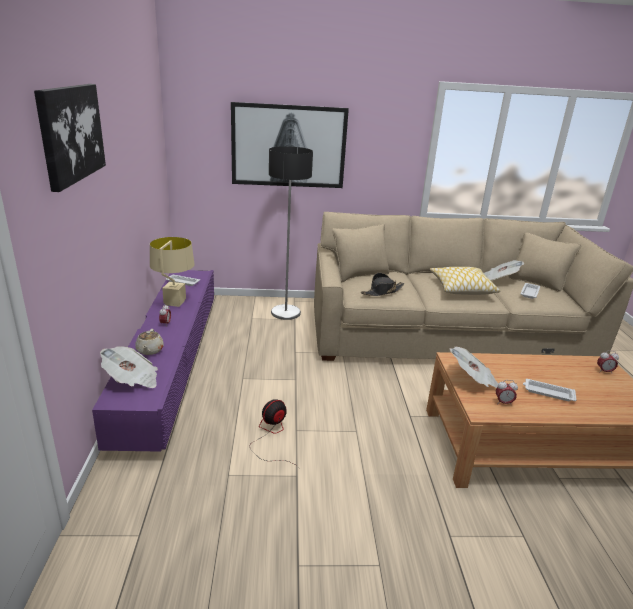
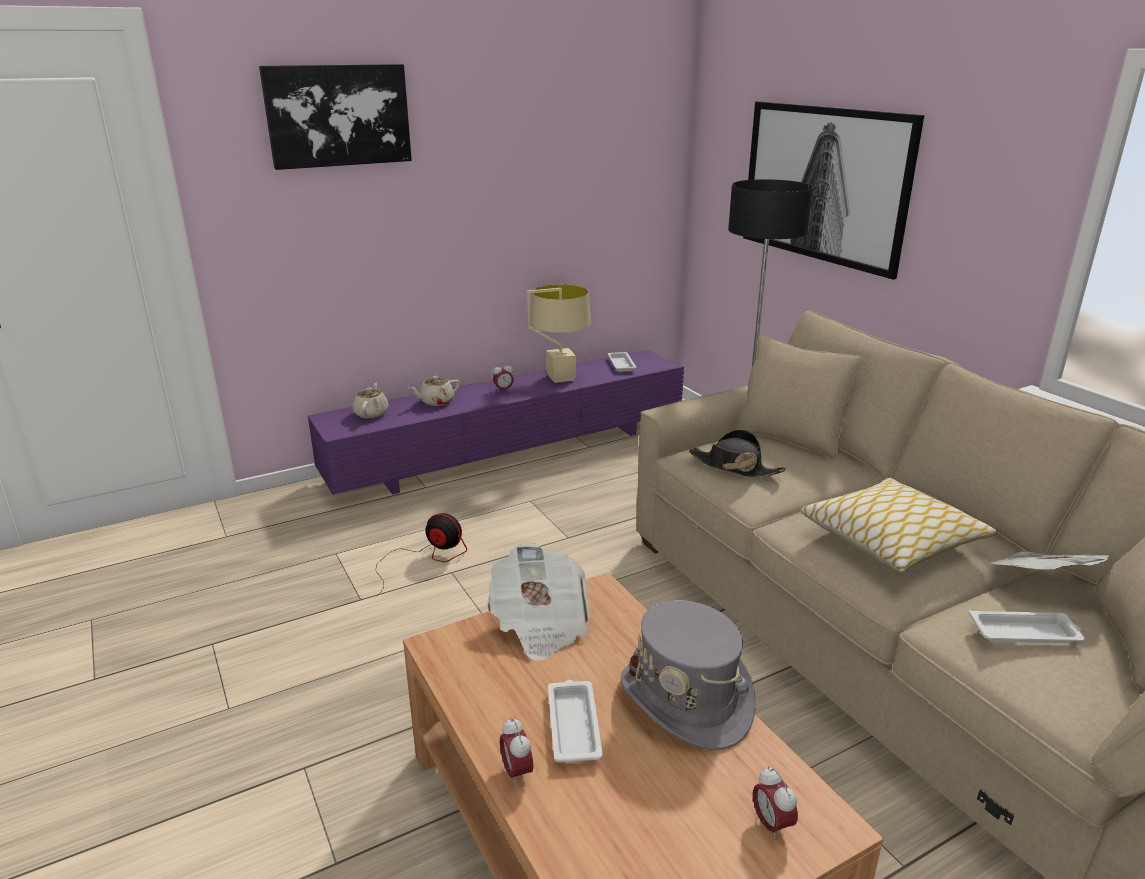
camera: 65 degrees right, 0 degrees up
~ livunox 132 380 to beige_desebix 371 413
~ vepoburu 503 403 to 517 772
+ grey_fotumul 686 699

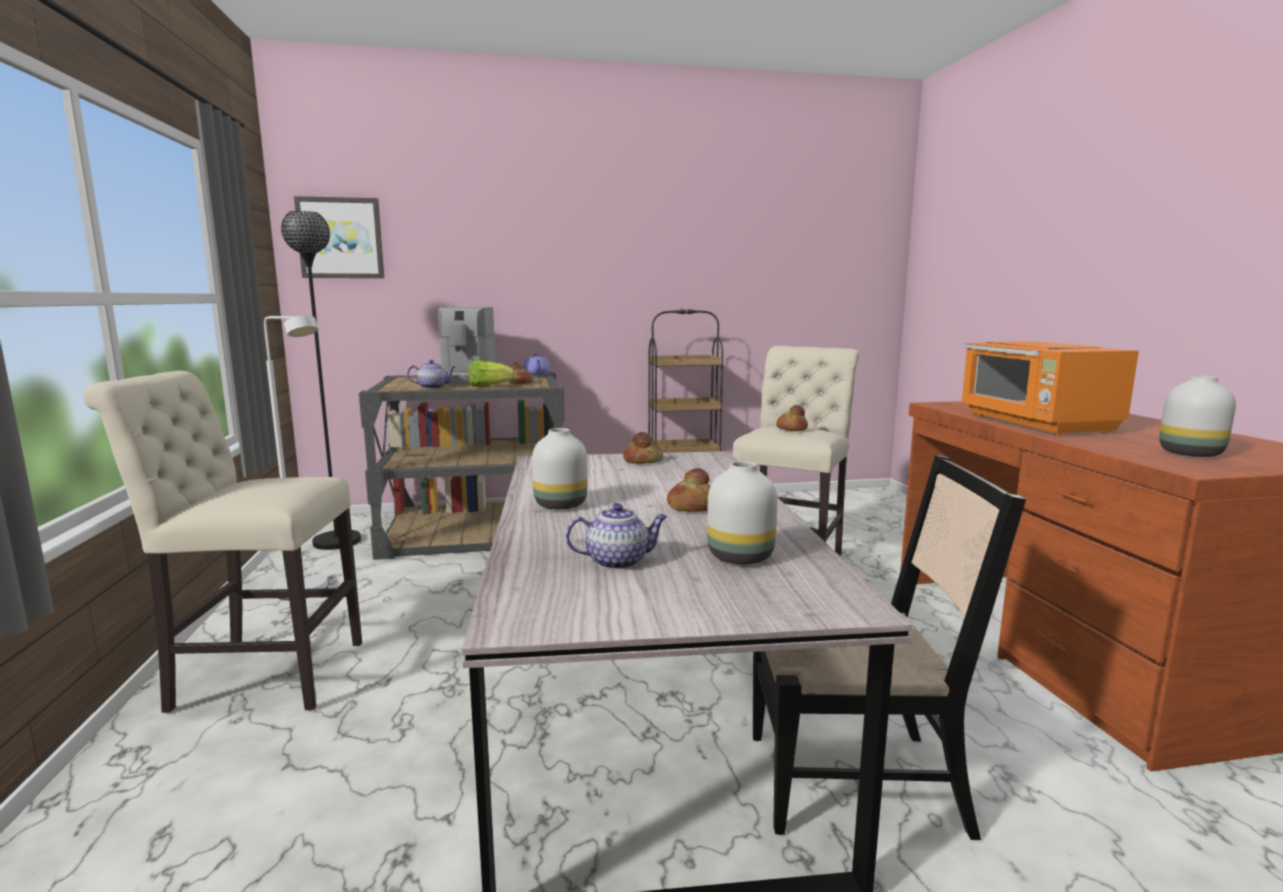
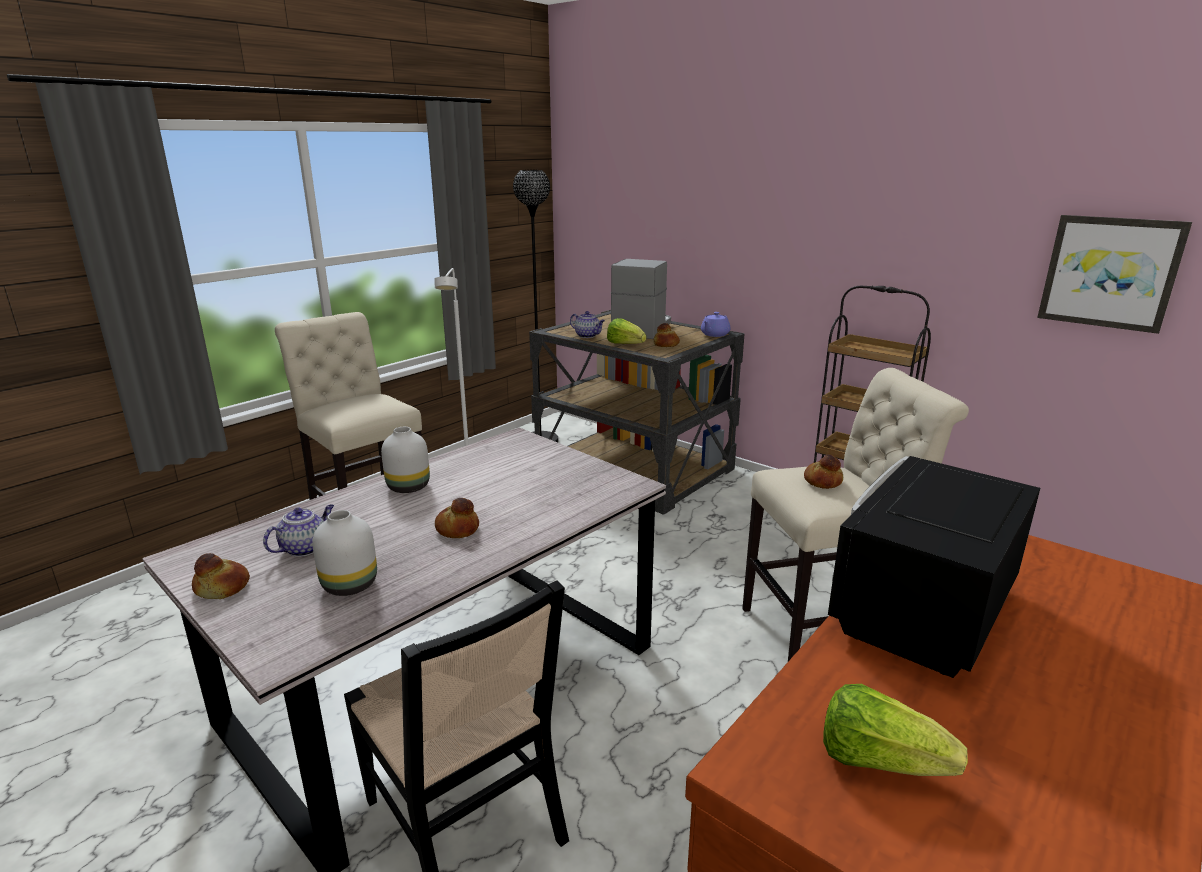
camera: 50 degrees right, 10 degrees up
~ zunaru 340 238 to 1110 272
~ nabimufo 466 379 = 642 329 150 degrees clockwise
~ desebix 618 561 = 305 548 90 degrees counterclockwise
~ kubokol 642 460 to 222 587
~ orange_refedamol 1036 424 to black_refedamol 920 611
~ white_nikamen 1188 453 to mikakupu 878 761

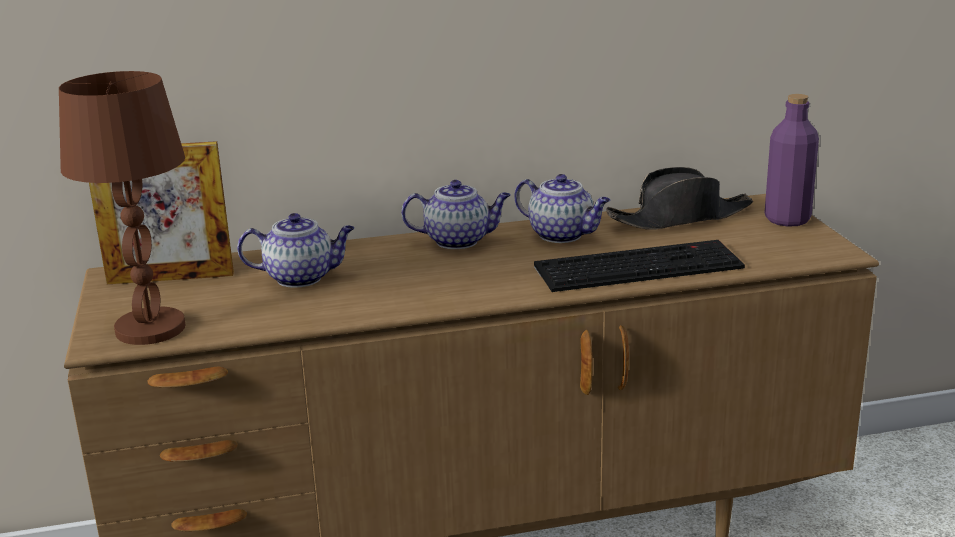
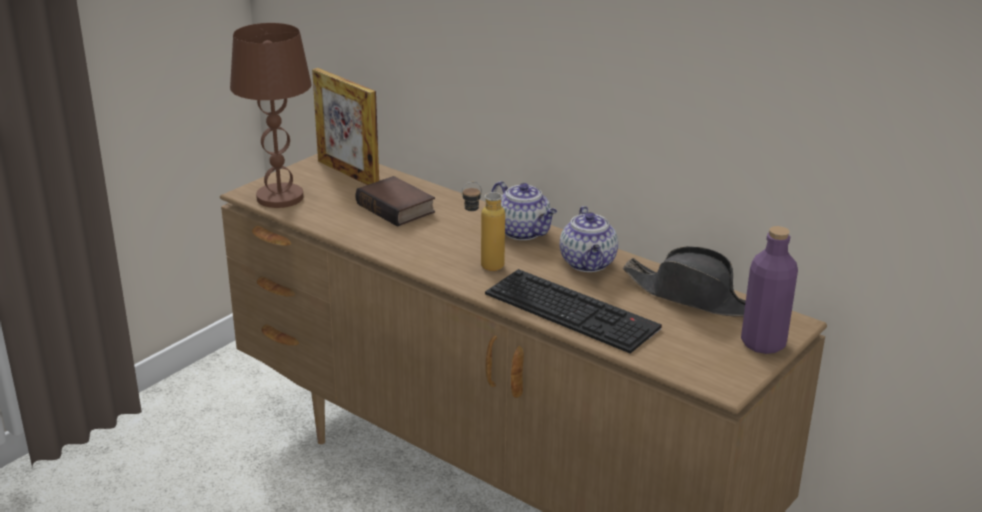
camera: 50 degrees right, 5 degrees up
~ desebix 301 277 to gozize 398 208
+ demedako 482 267

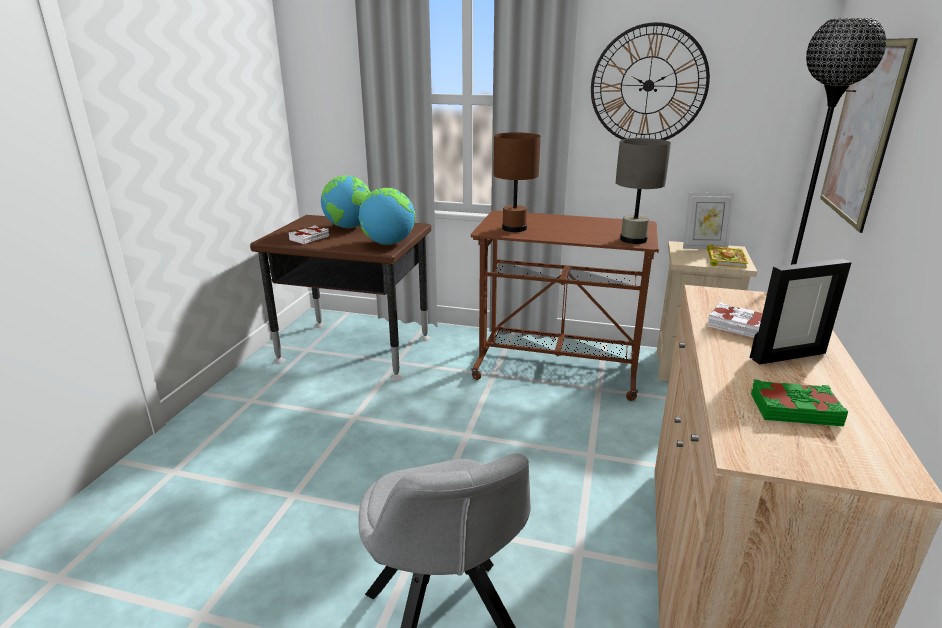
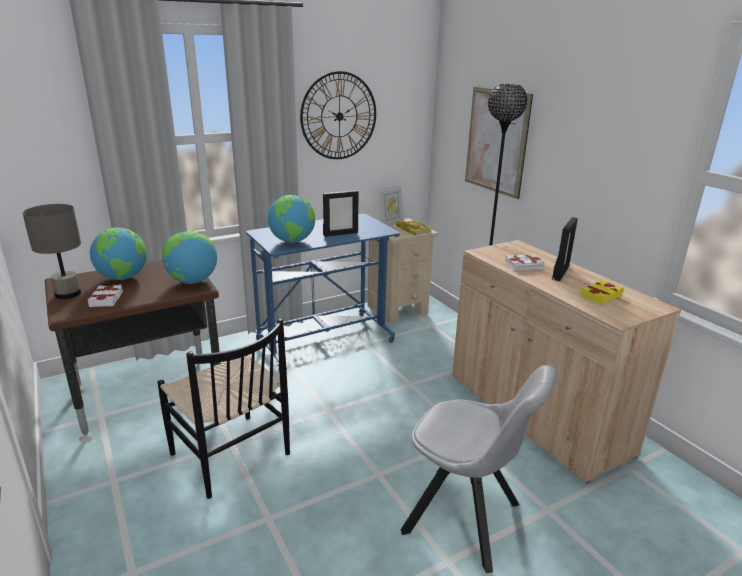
camera: 45 degrees left, 0 degrees up
~ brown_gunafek 557 368 to blue_gunafek 325 341
~ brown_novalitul 514 228 to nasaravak 292 241
~ grey_novalitul 632 239 to 67 294
~ green_gozize 794 409 to yellow_gozize 600 295
+ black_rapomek 232 457
+ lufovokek 340 233

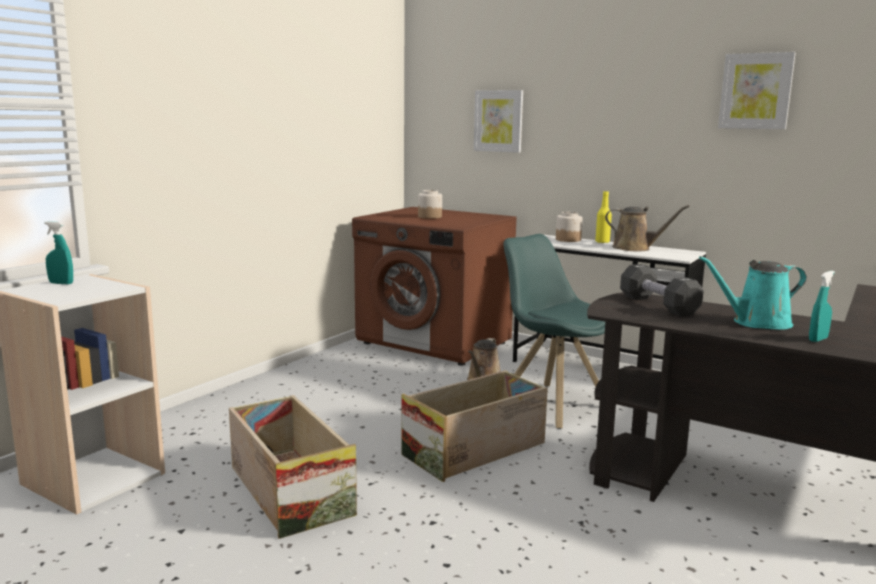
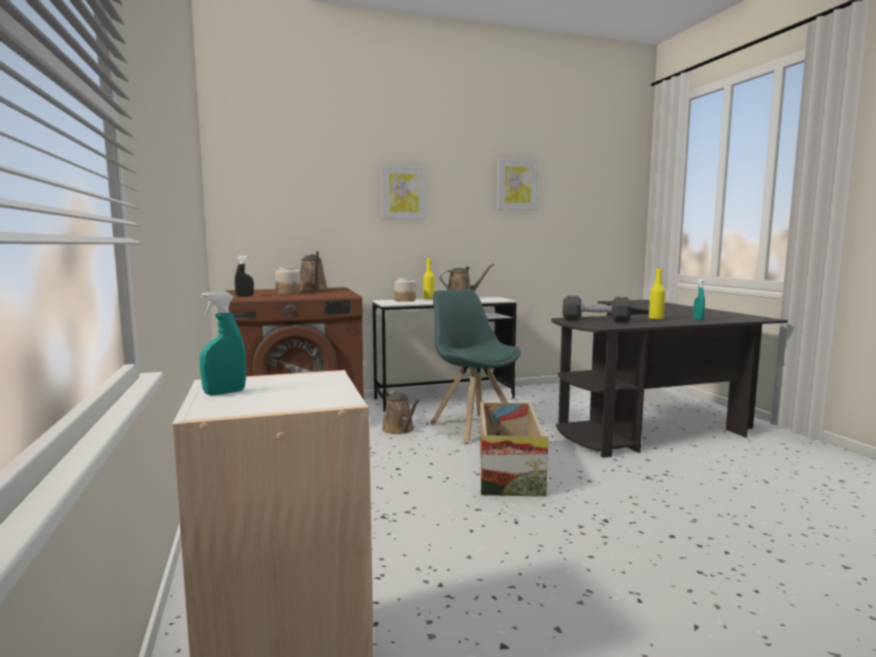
camera: 50 degrees left, 5 degrees down
- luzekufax 288 490
~ zunaru 498 121 to 403 193
~ turquoise_rapomek 552 404 = 473 427 60 degrees clockwise
~ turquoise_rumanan 757 323 to yellow_demedako 656 319
+ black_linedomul 244 296
+ brown_rumanan 313 290

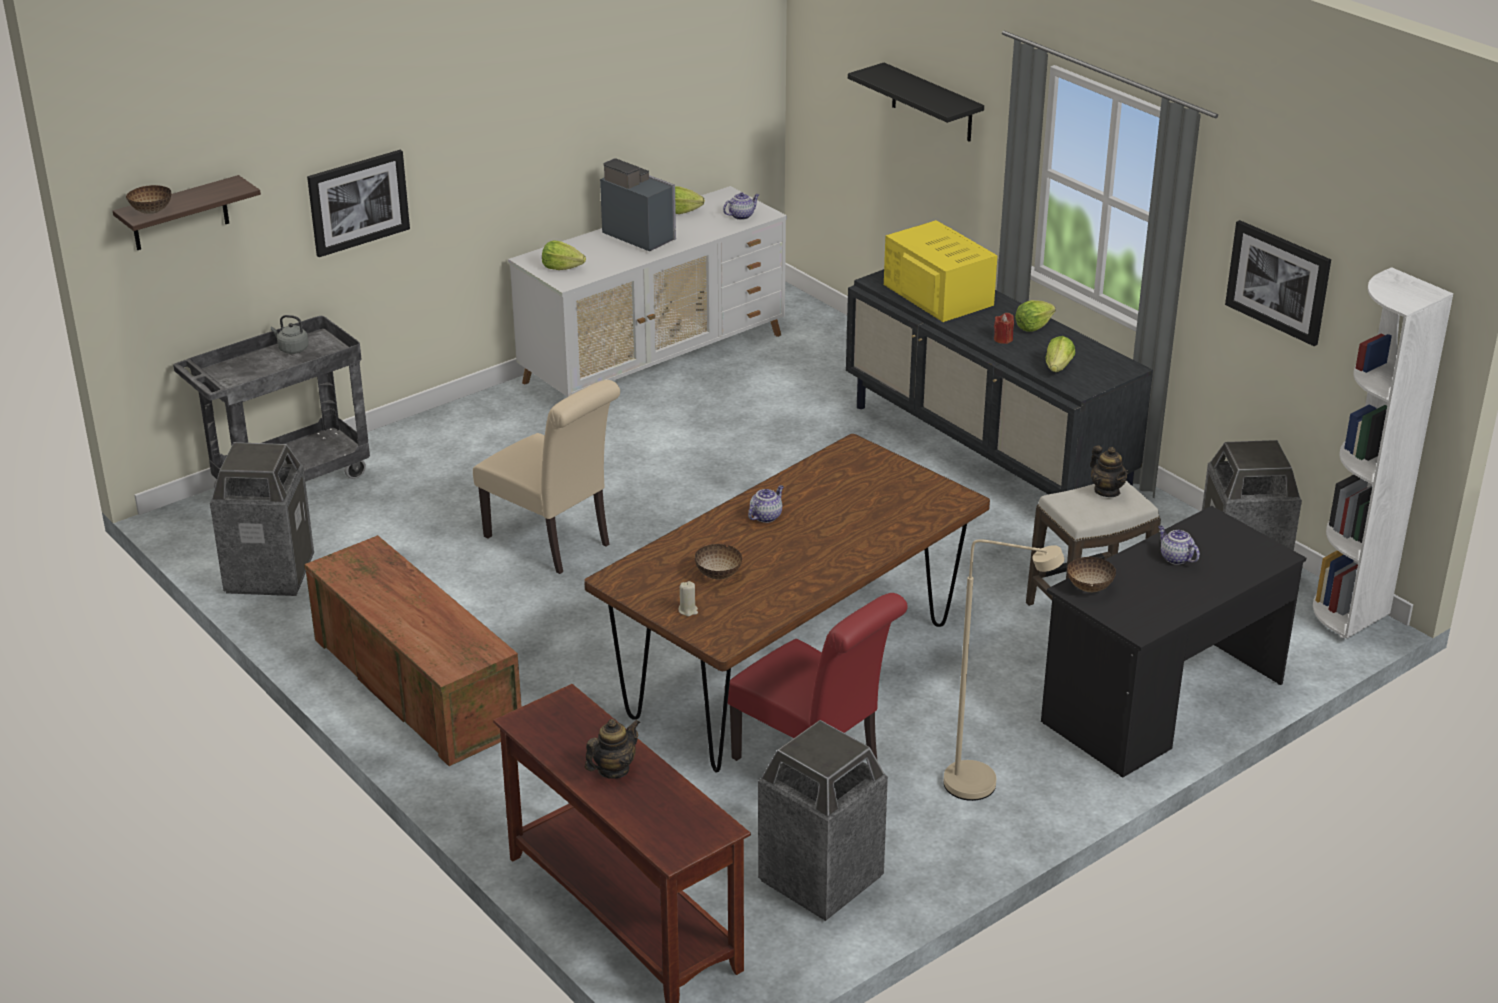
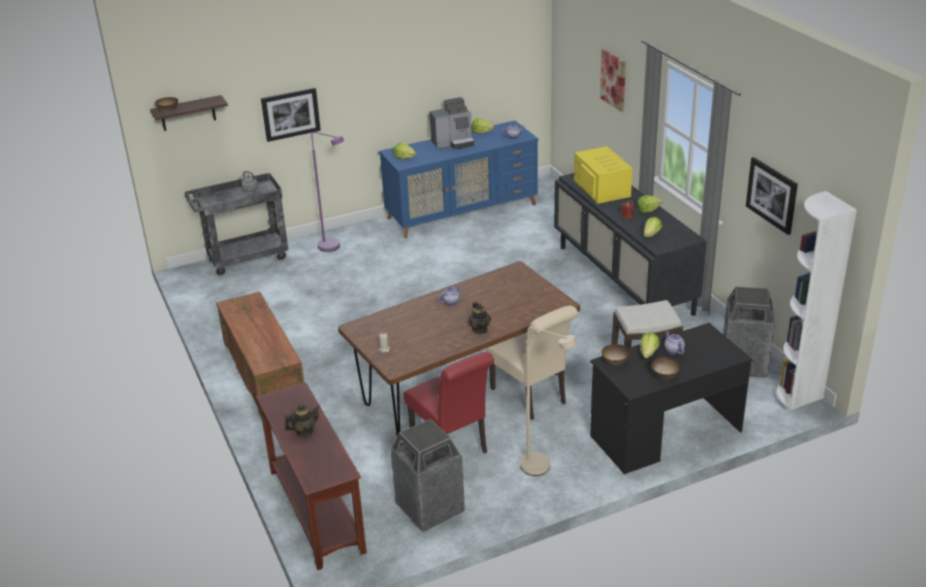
camera: 15 degrees right, 0 degrees up
- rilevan 269 574
~ beige_rapomek 553 543 to 531 398
~ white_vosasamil 653 358 to blue_vosasamil 461 211
~ nabimufo 639 235 = 453 143 105 degrees clockwise
~ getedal 718 575 to 664 376
~ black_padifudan 932 103 to zunaru 613 80
~ desebix 1107 491 to 480 329
+ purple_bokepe 334 247
+ mikakupu 648 353

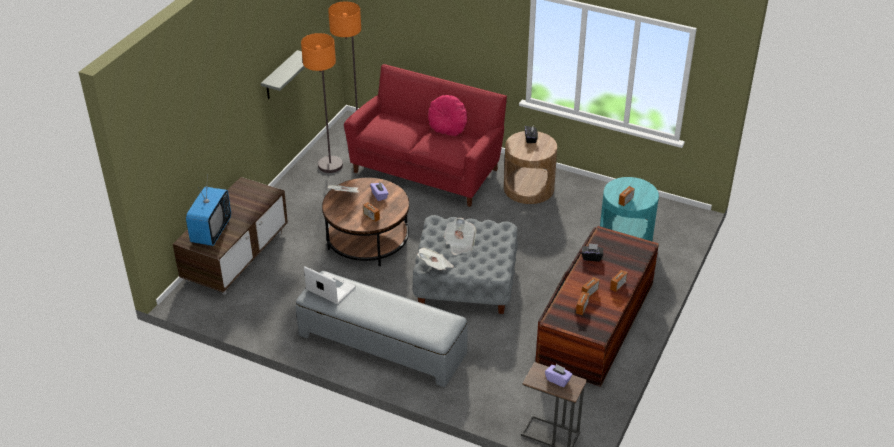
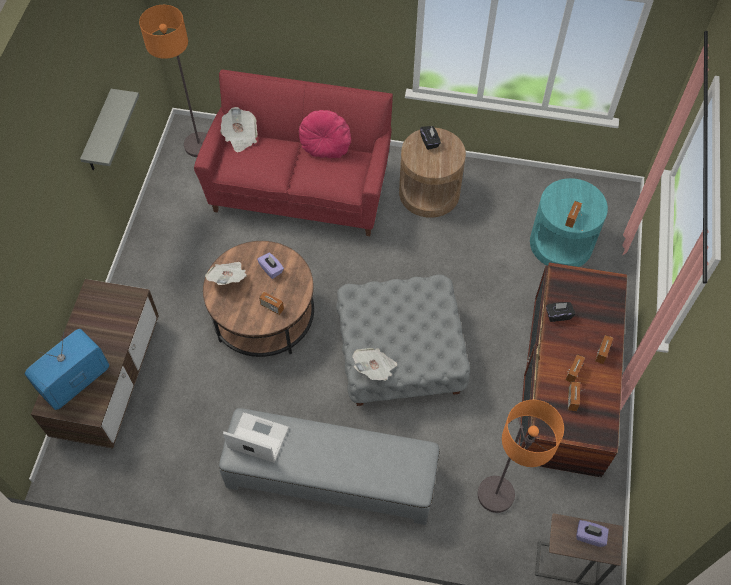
camera: 15 degrees left, 20 degrees up
~ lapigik 211 231 = 75 381 135 degrees counterclockwise
~ orange_bokepe 329 170 to 498 505
~ livunox 459 244 to 240 137

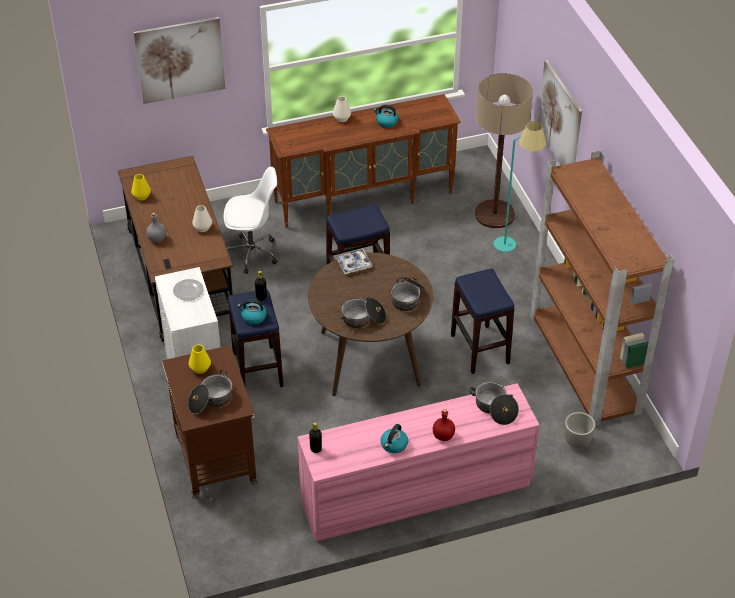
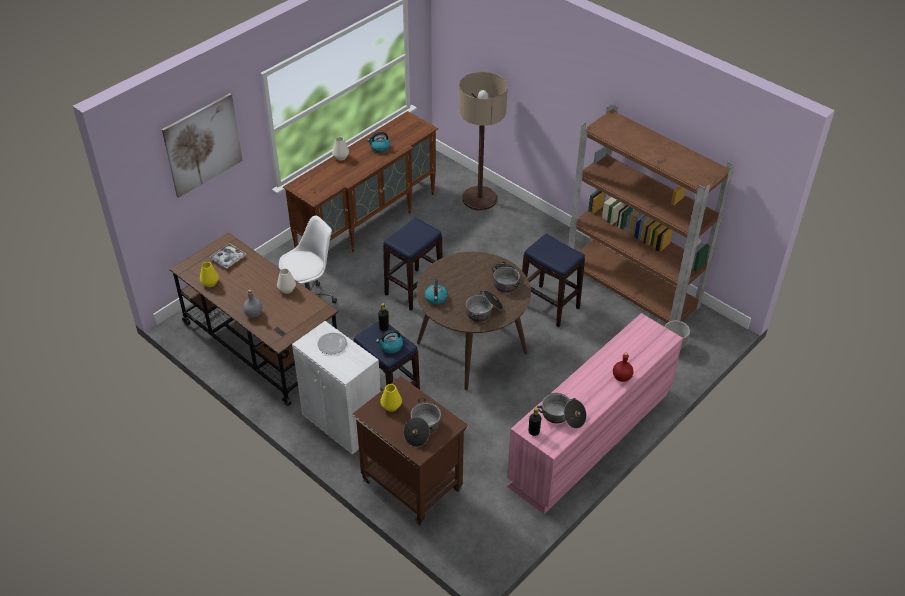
camera: 30 degrees left, 0 degrees up
~ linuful 353 264 to 228 258
~ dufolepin 394 445 to 436 298
~ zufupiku 494 408 to 562 416
- turquoise_bokepe 514 247
- zunaru 560 120

